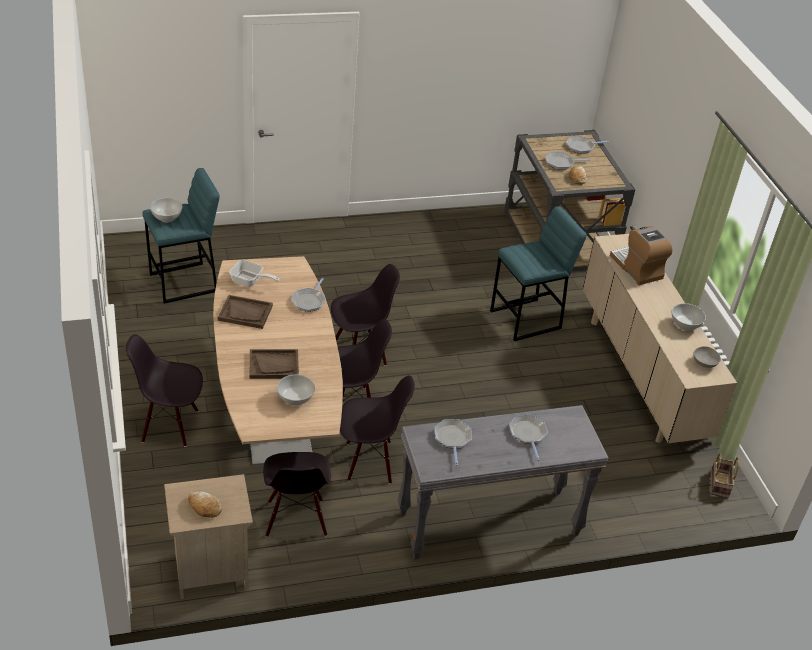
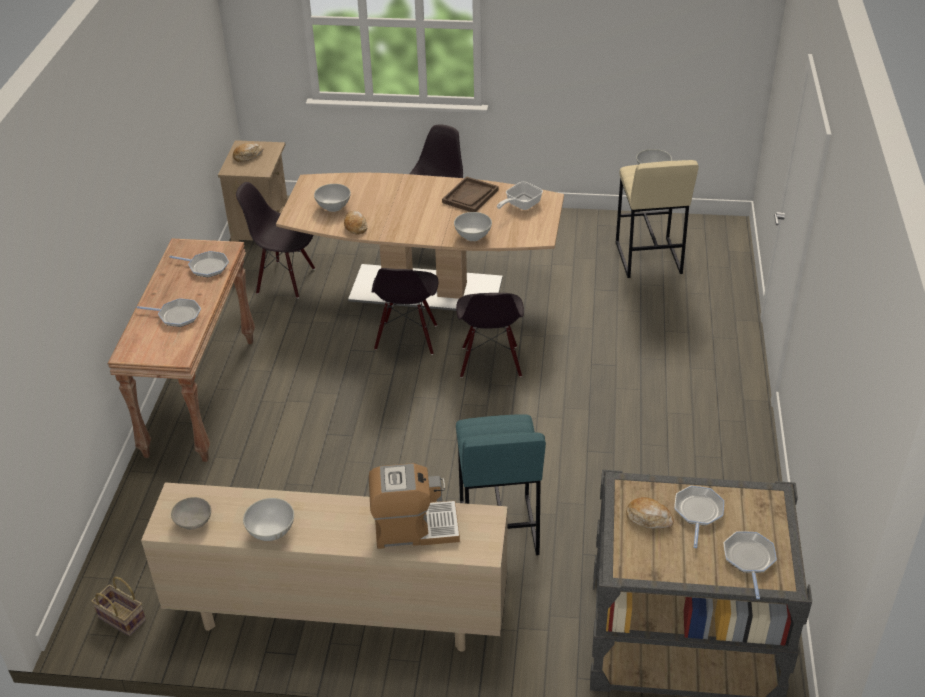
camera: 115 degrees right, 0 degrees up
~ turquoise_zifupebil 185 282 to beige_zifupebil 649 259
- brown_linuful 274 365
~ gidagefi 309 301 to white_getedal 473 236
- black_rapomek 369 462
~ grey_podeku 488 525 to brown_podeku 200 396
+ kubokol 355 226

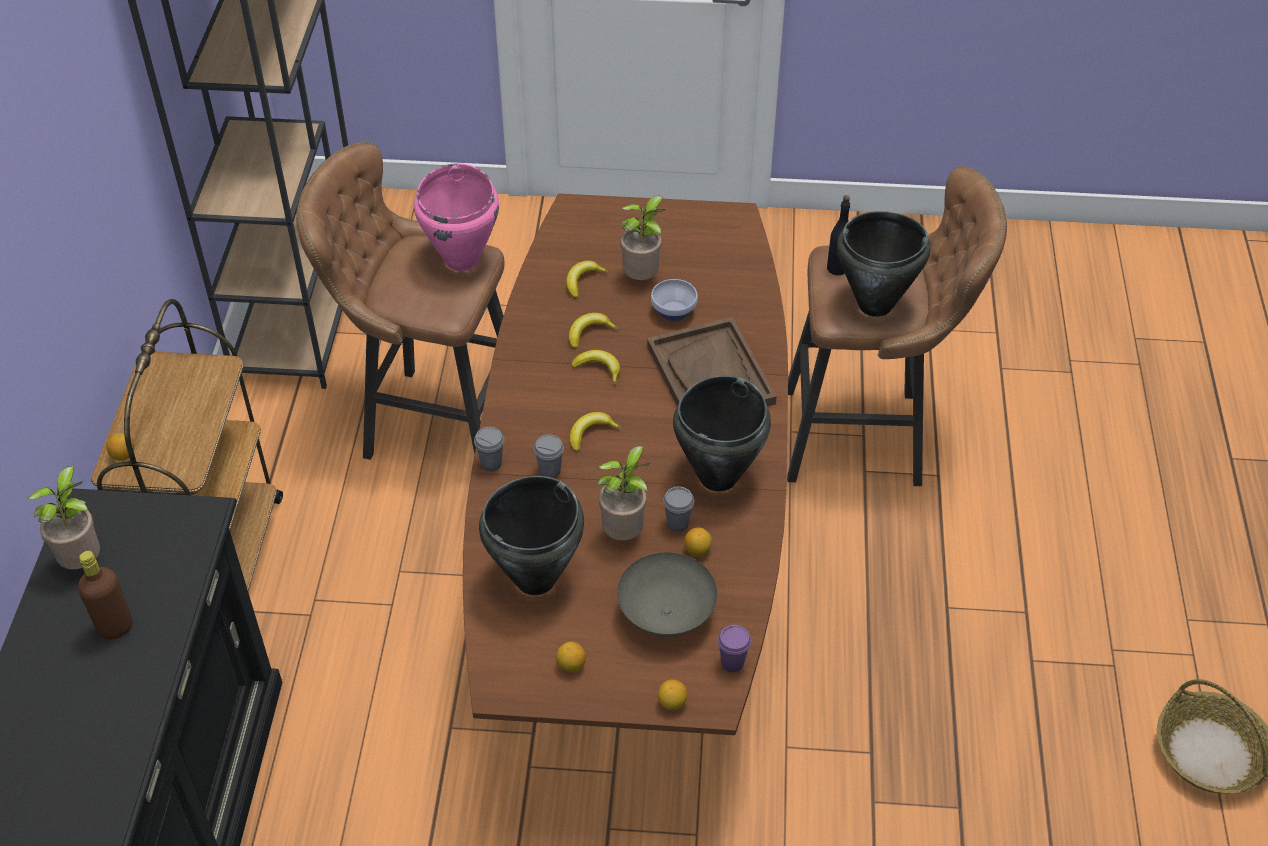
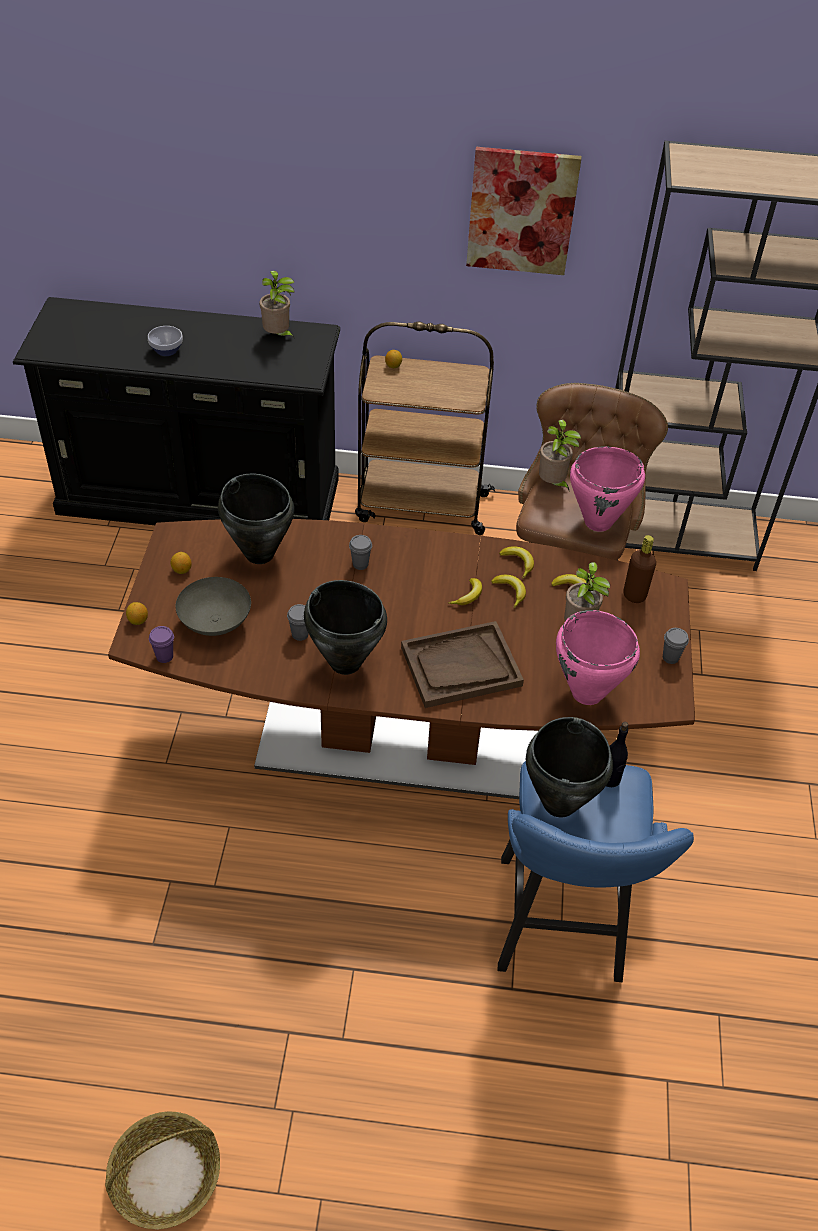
camera: 90 degrees right, 0 degrees up
~ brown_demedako 115 627 to 634 595
~ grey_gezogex 491 464 to 670 657
~ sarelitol 590 433 to 518 563
~ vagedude 625 533 to 553 484
~ getedal 674 312 to 166 350
- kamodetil 697 550
~ brown_zifupebil 872 437 to blue_zifupebil 559 936
+ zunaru 521 211
+ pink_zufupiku 587 693

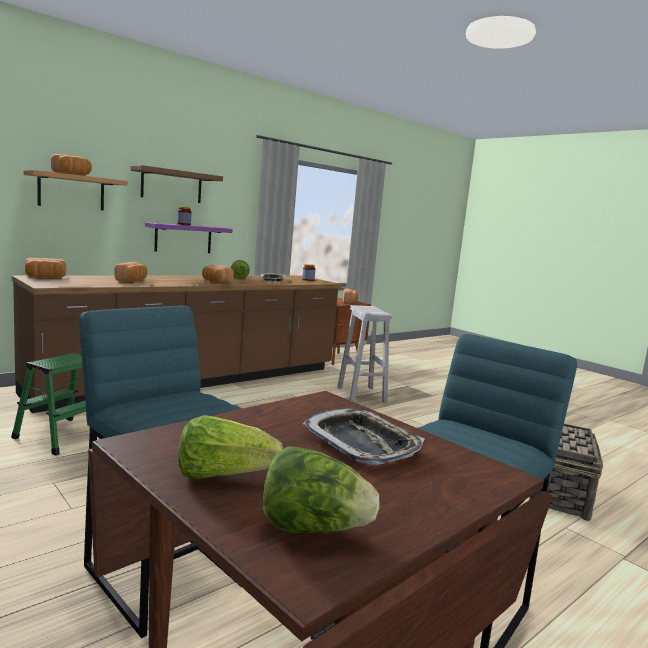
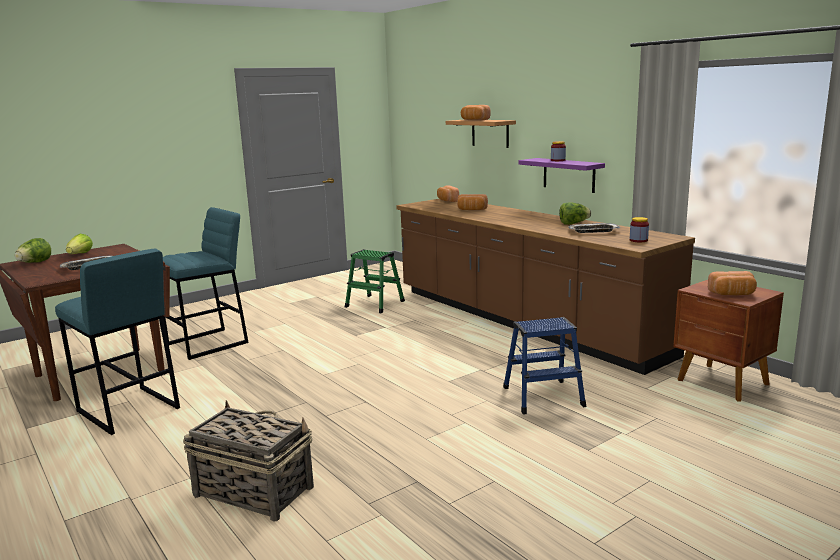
camera: 95 degrees right, 5 degrees up
- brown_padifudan 171 185
- kubokol 215 282
~ white_zifupebil 361 394 to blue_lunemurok 543 396

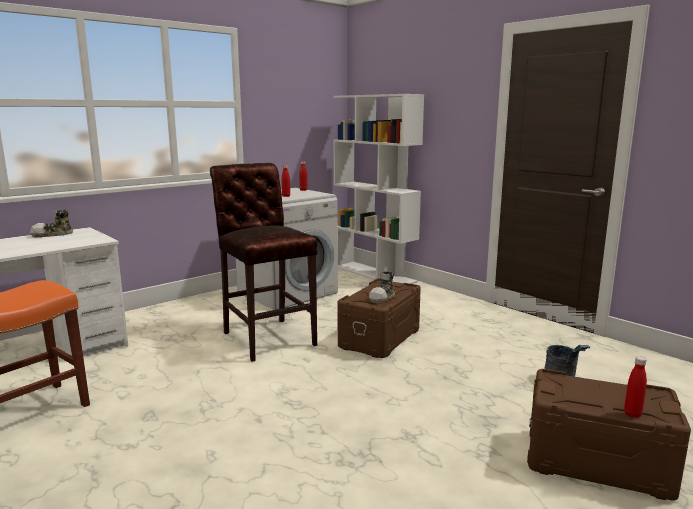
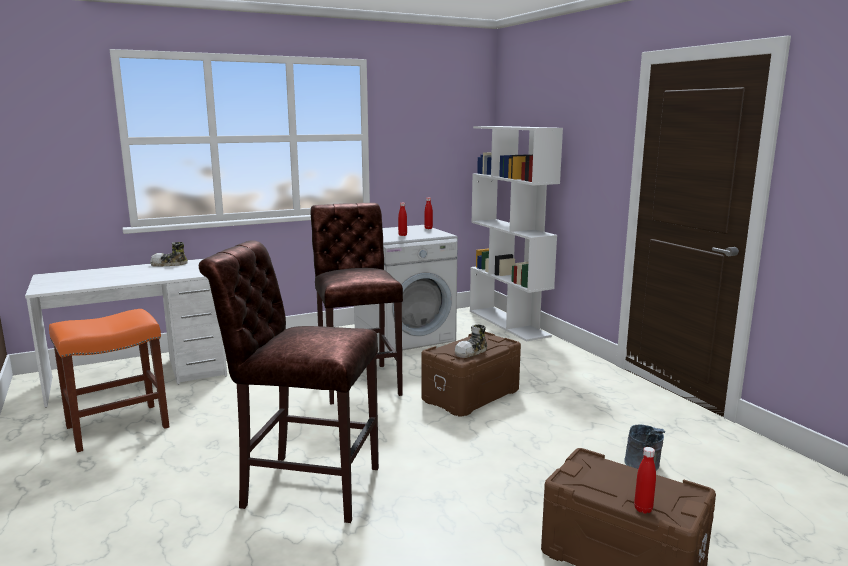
camera: 15 degrees right, 0 degrees up
+ brown_zifupebil 304 485

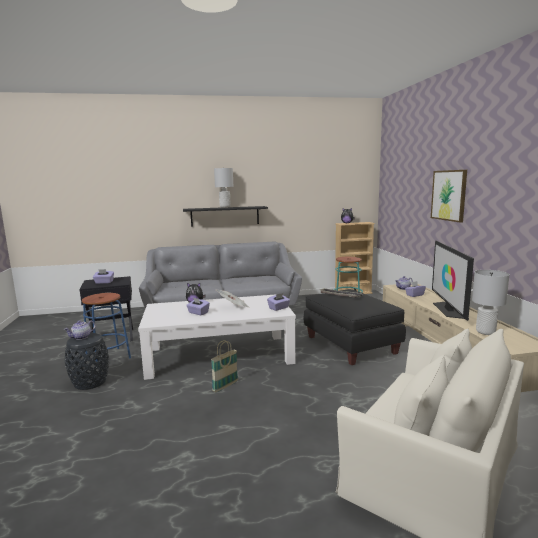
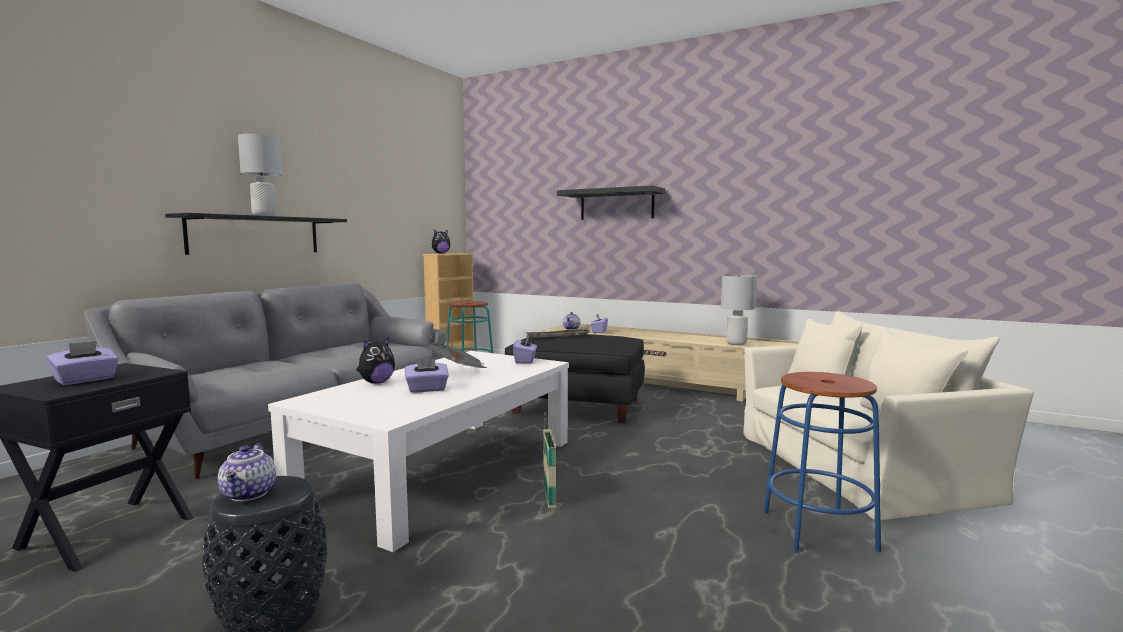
camera: 50 degrees left, 5 degrees down
~ blue_zifupebil 108 357 to 818 530
~ zunaru 449 195 to black_padifudan 616 204
- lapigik 448 310

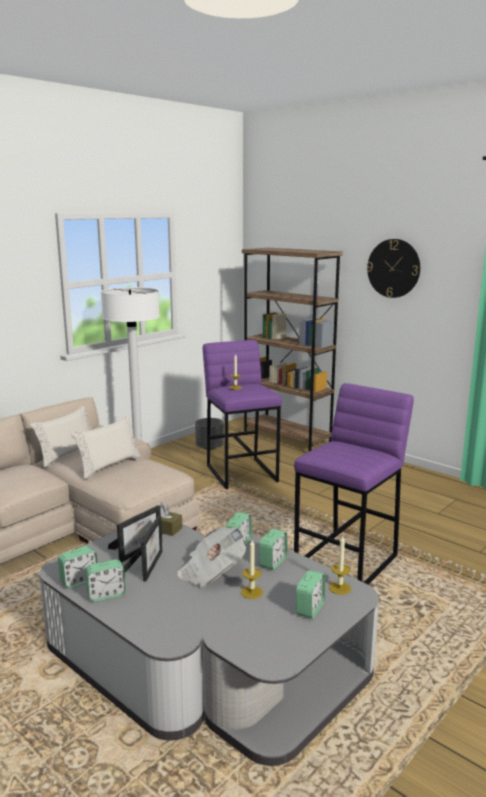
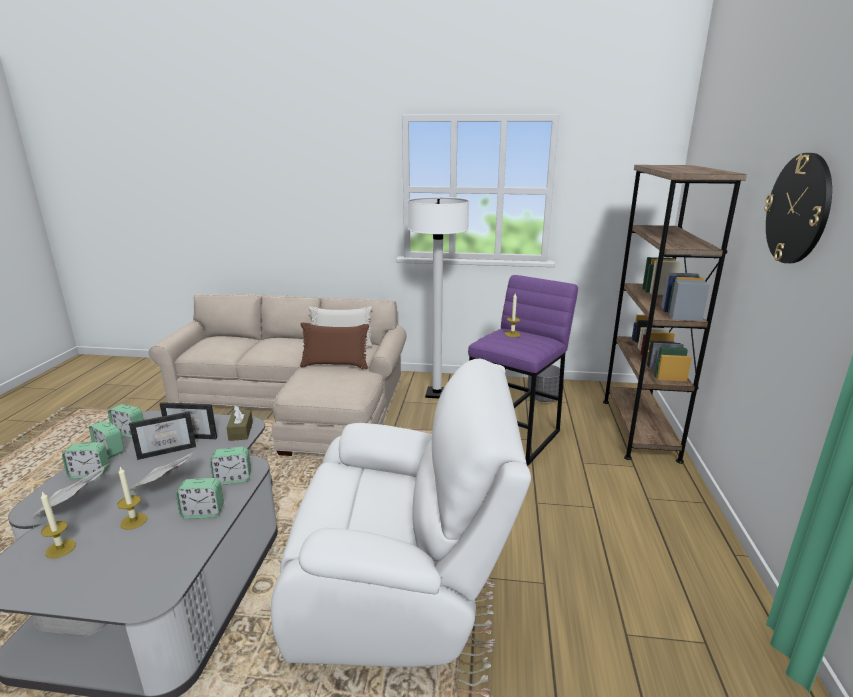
camera: 55 degrees right, 5 degrees up
~ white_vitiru 109 466 to brown_vitiru 335 365
~ purple_zifupebil 347 560 to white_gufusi 401 587
~ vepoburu 310 608 to 90 473
~ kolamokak 339 588 to 60 548
+ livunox 75 505

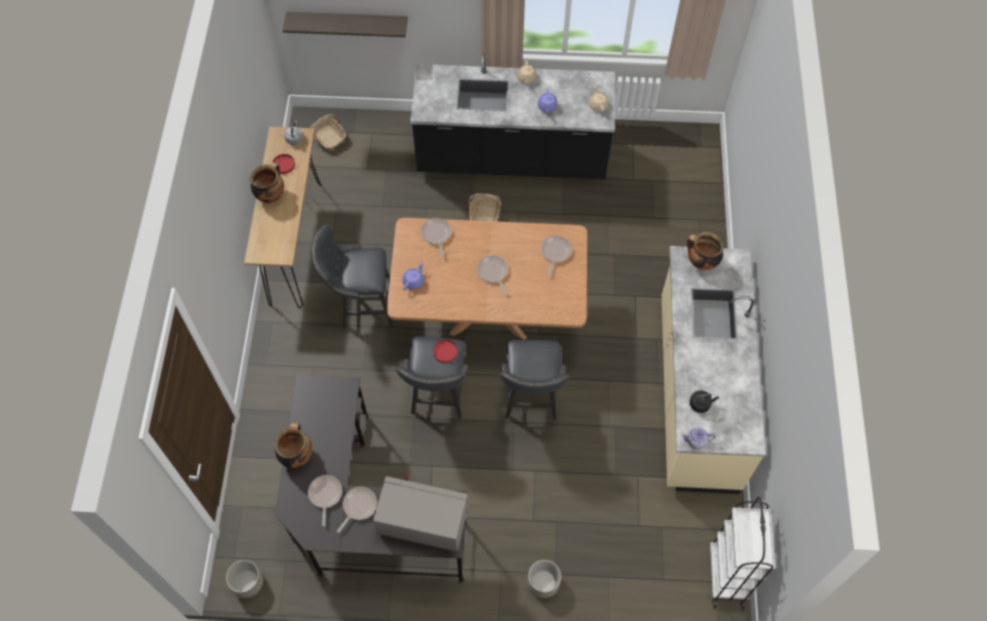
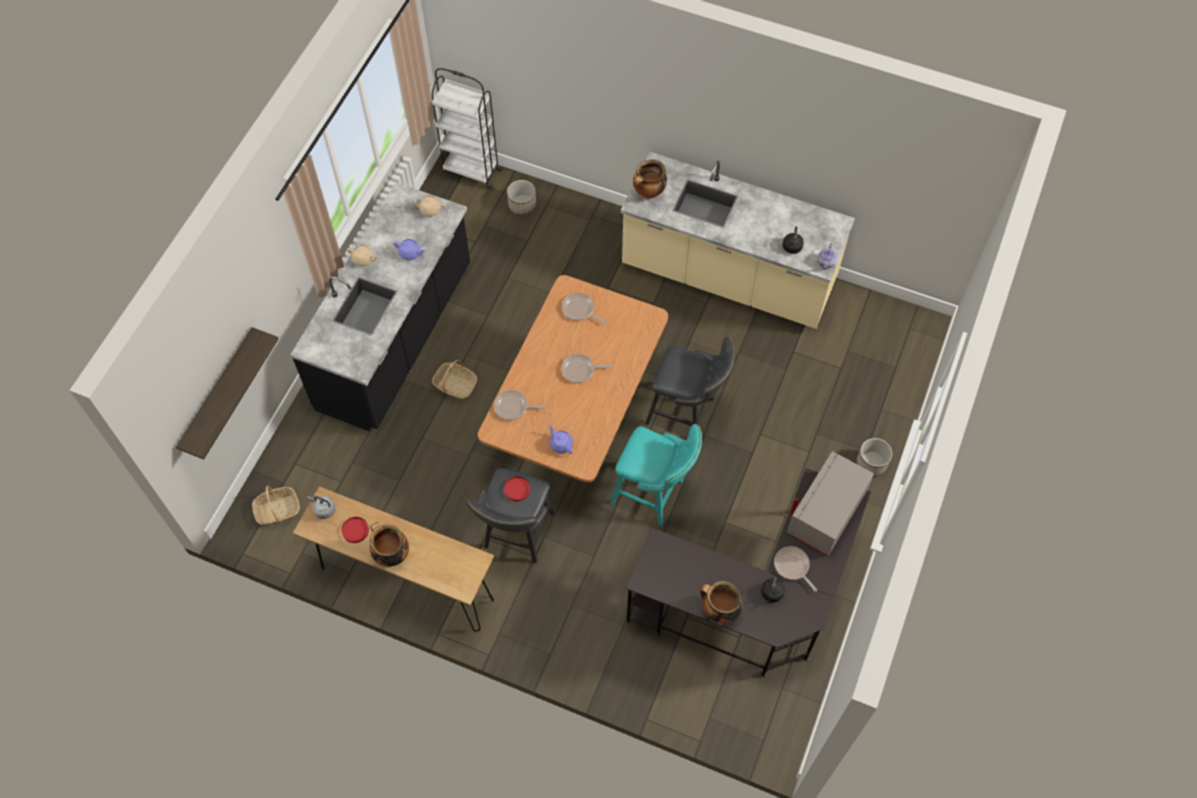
camera: 70 degrees left, 0 degrees up
~ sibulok 247 583 to 522 205
~ gidagefi 325 495 to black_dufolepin 771 594
~ grey_zifupebil 438 400 to turquoise_zifupebil 655 495
~ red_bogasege 445 352 to 517 489
~ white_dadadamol 726 575 to 472 171

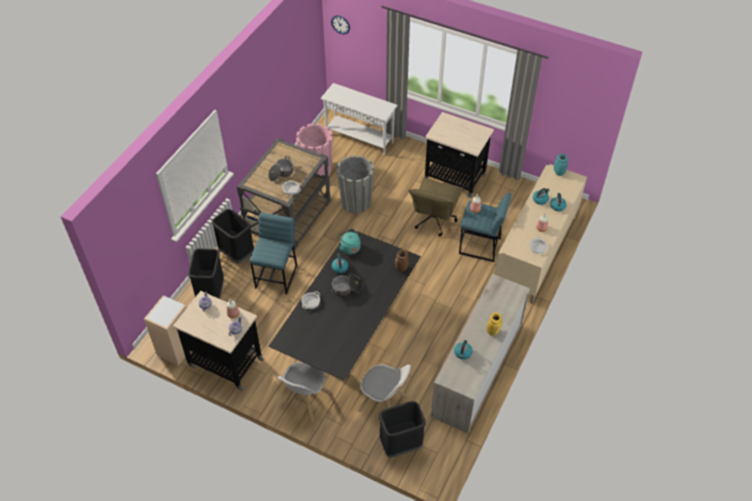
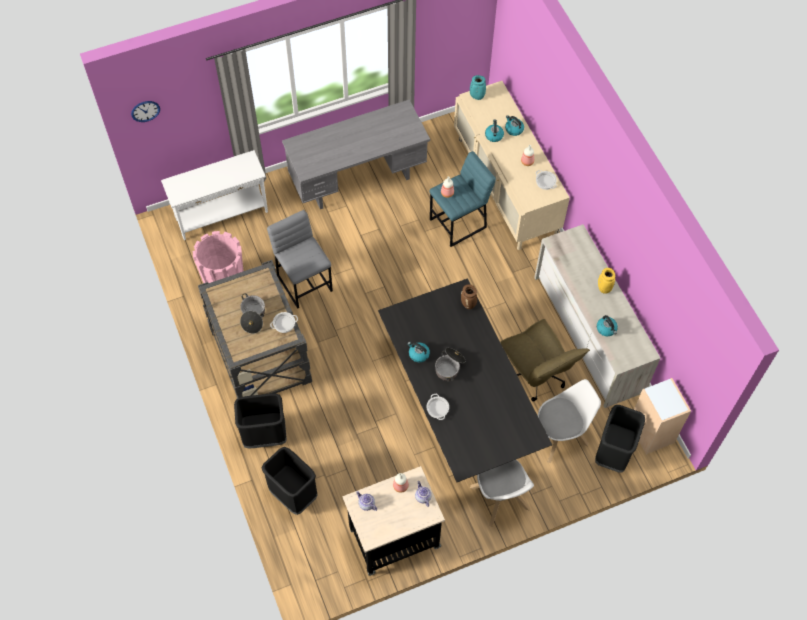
camera: 50 degrees left, 10 degrees up
~ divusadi 176 349 to 651 433
- blue_zifupebil 276 275
~ grey_sibulok 356 202 to grey_zifupebil 303 282
- turquoise_dufolepin 349 247
~ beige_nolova 434 219 to 536 374
~ black_dadadamol 455 178 to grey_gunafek 358 178

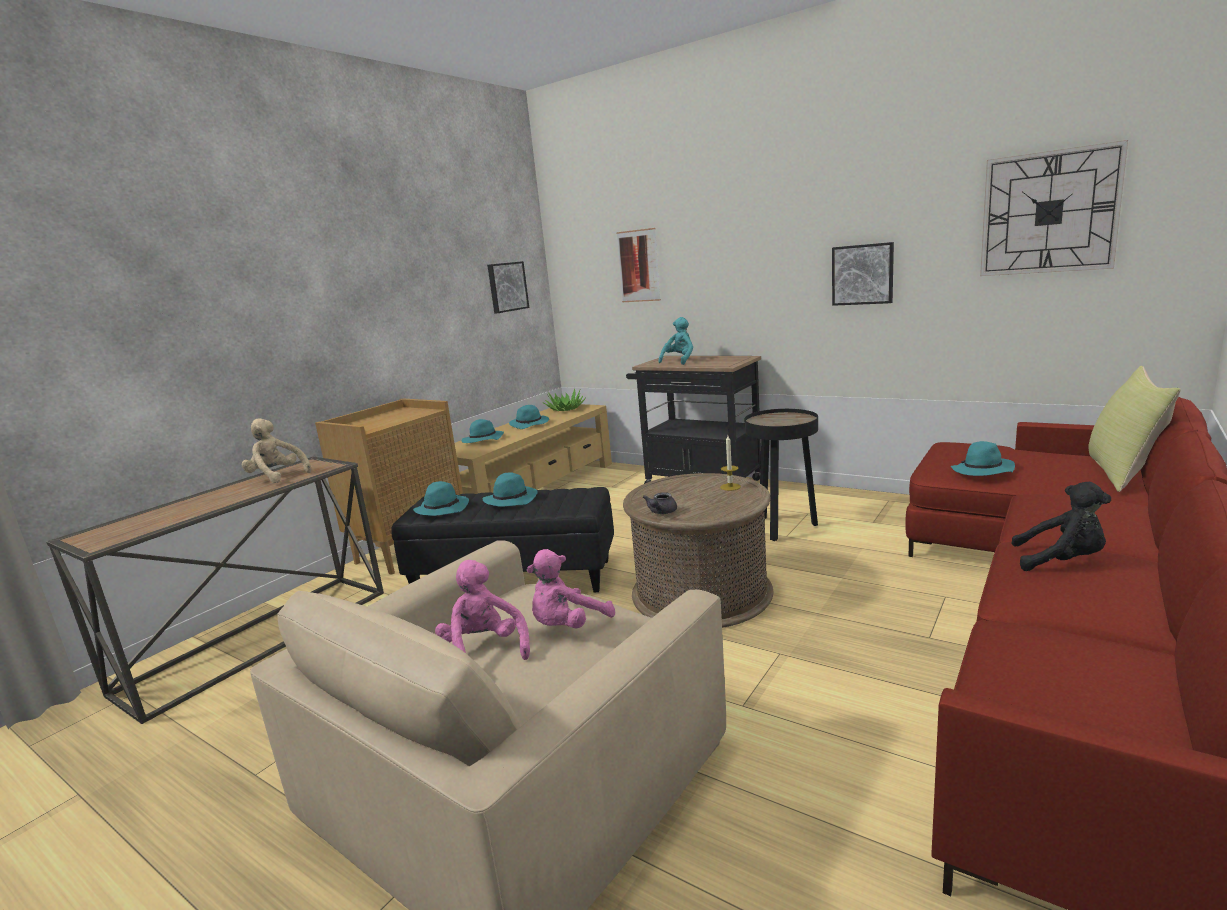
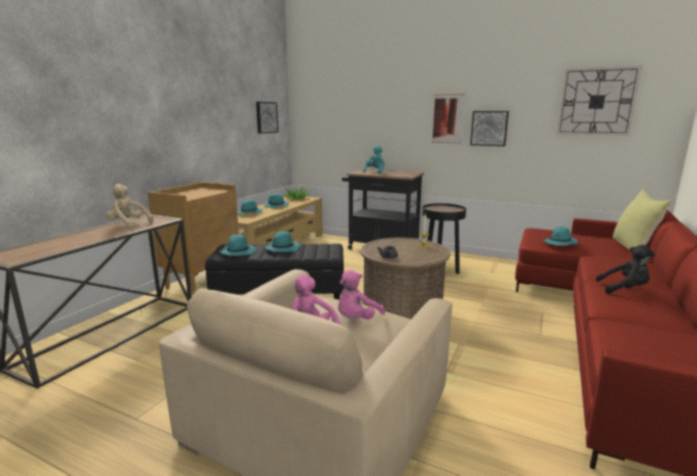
camera: 10 degrees left, 0 degrees up
~ zunaru 638 266 to 447 119

